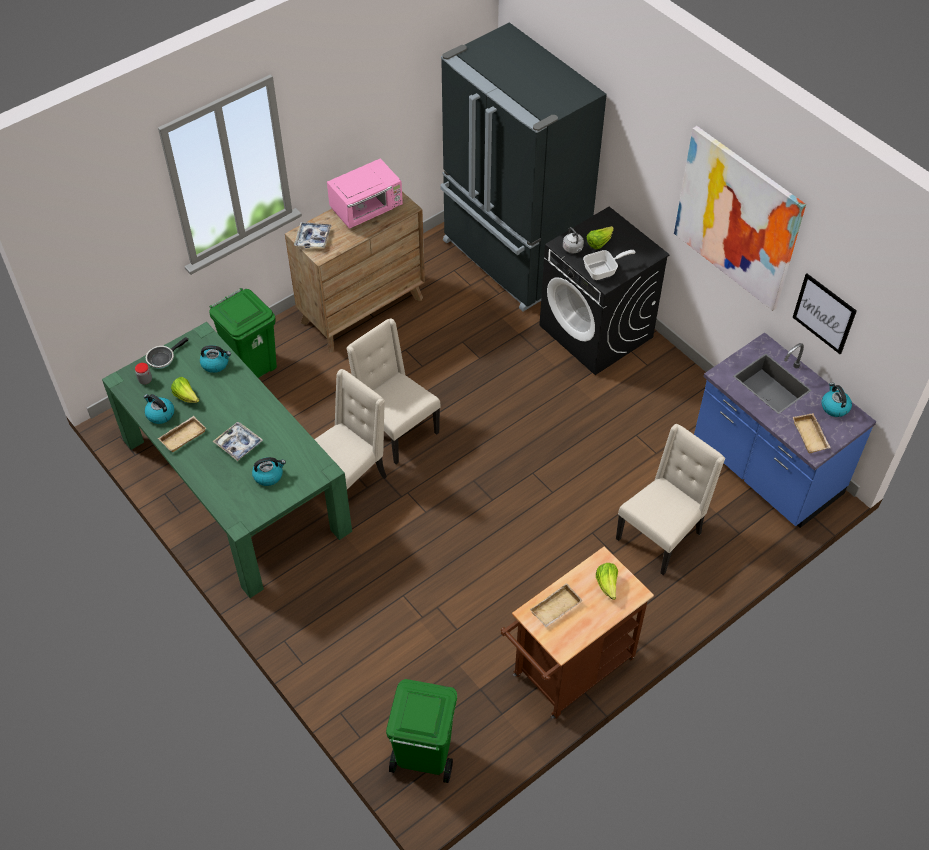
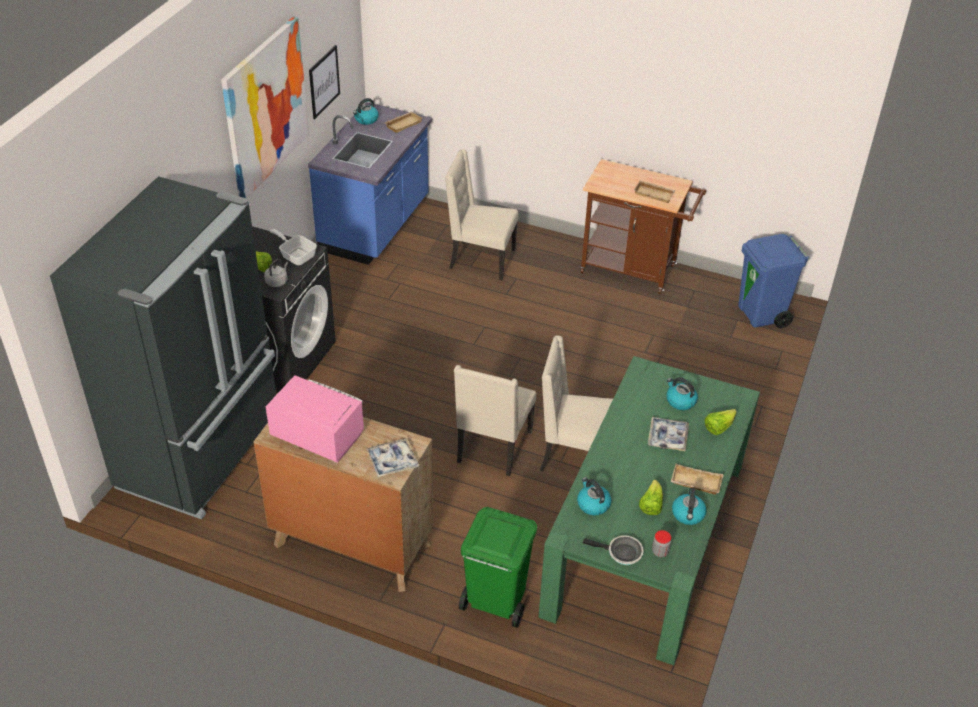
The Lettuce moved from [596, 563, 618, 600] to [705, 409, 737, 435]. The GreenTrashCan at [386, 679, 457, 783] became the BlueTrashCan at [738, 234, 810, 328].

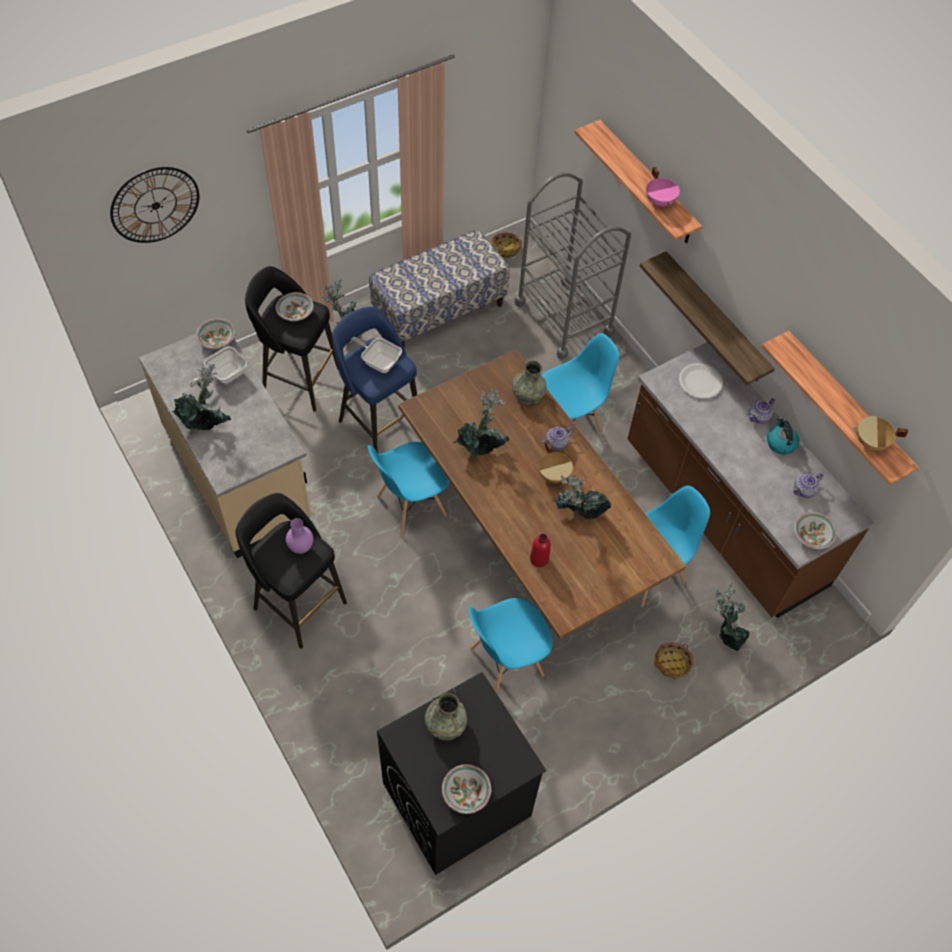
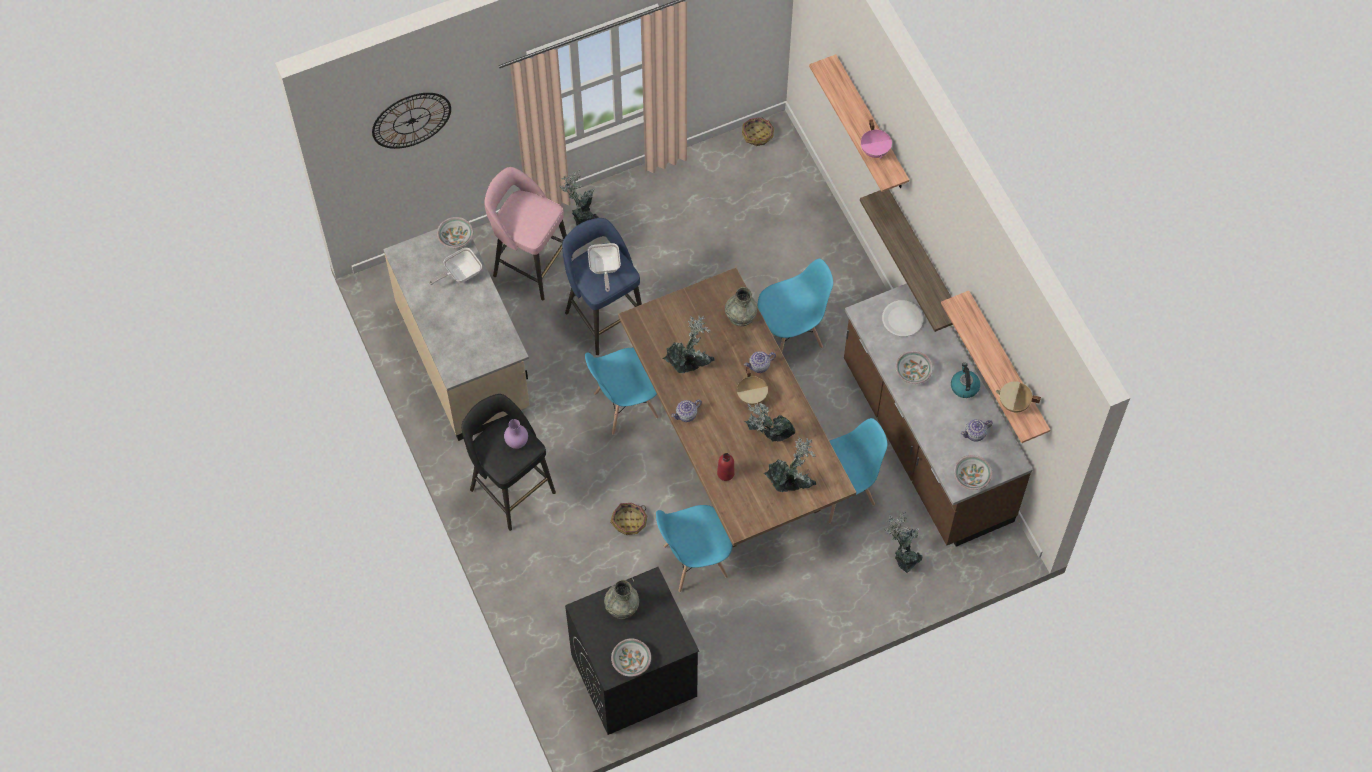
The BlackStool at [245, 266, 338, 412] became the PinkStool at [485, 167, 567, 301]. The FryingPan at [351, 336, 402, 373] turned 135 degrees counterclockwise. The Basket moved from [654, 642, 694, 679] to [610, 503, 647, 535]. The Teapot moved from [749, 398, 775, 424] to [671, 399, 702, 422]. The PottedPlant moved from [172, 364, 231, 430] to [764, 436, 817, 492]. The Bowl moved from [276, 292, 314, 321] to [895, 351, 933, 384]. The Bench at [369, 230, 510, 347] disappeared. The GreyCart at [515, 172, 631, 360] disappeared.

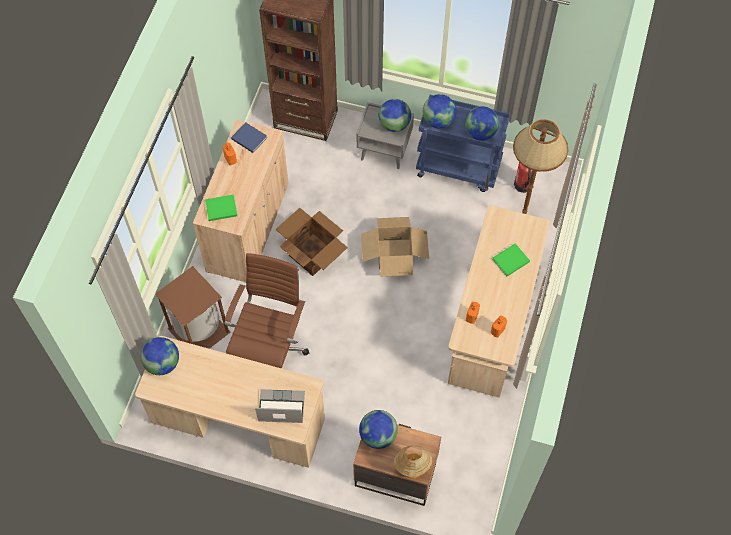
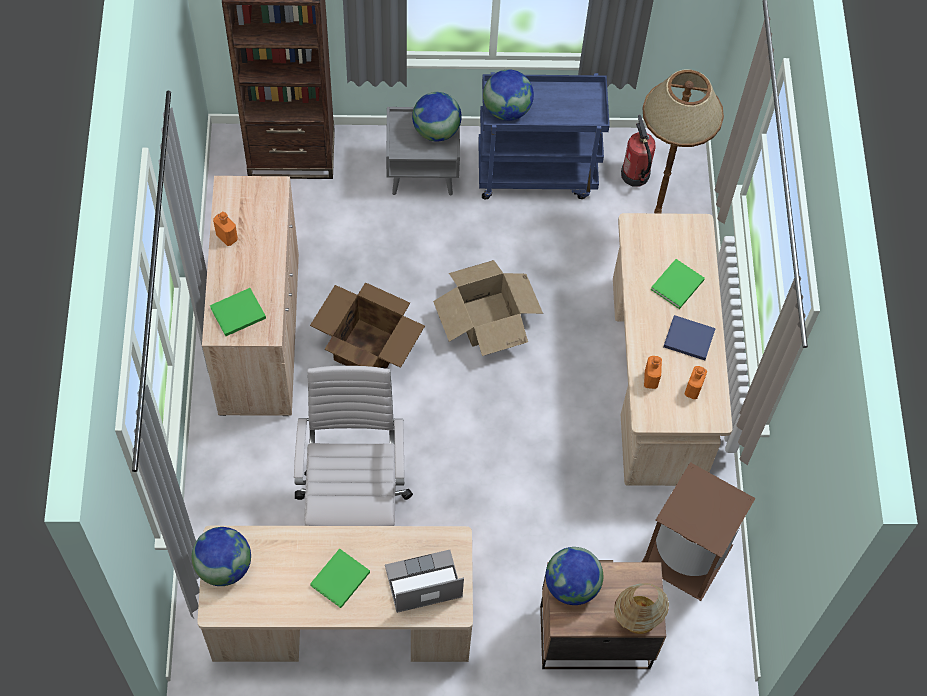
The BrownOfficeChair at [225, 253, 309, 368] became the WhiteOfficeChair at [294, 366, 413, 526]. The GreenBook at [310, 548, 370, 608] appeared. The BrownTrashCan moved from [155, 266, 230, 349] to [642, 462, 756, 601]. The BlueBook moved from [231, 122, 267, 153] to [663, 315, 716, 360]. The Globe at [465, 106, 499, 141] disappeared.

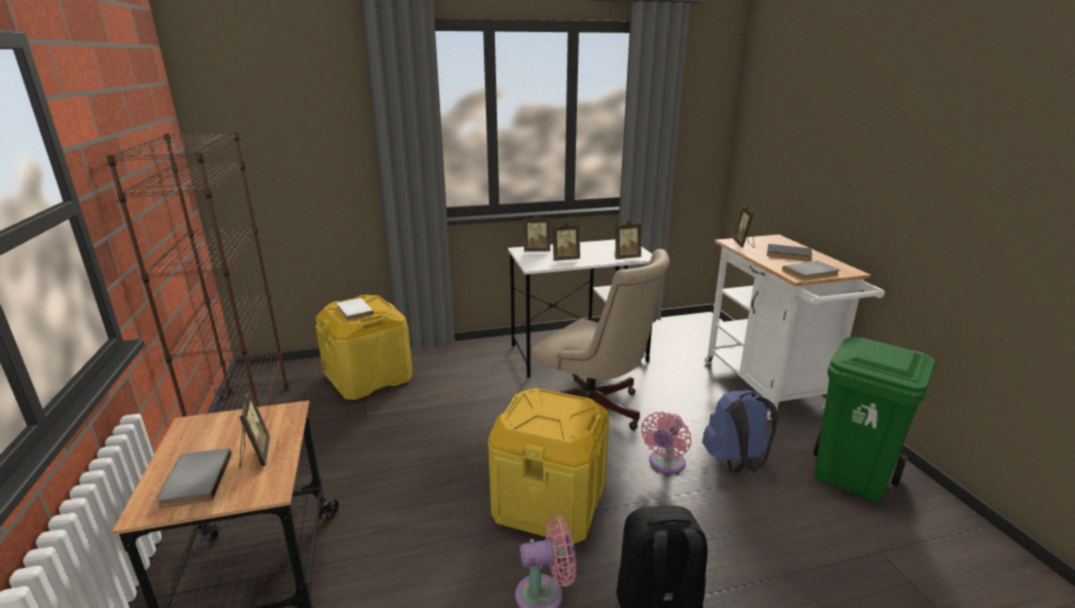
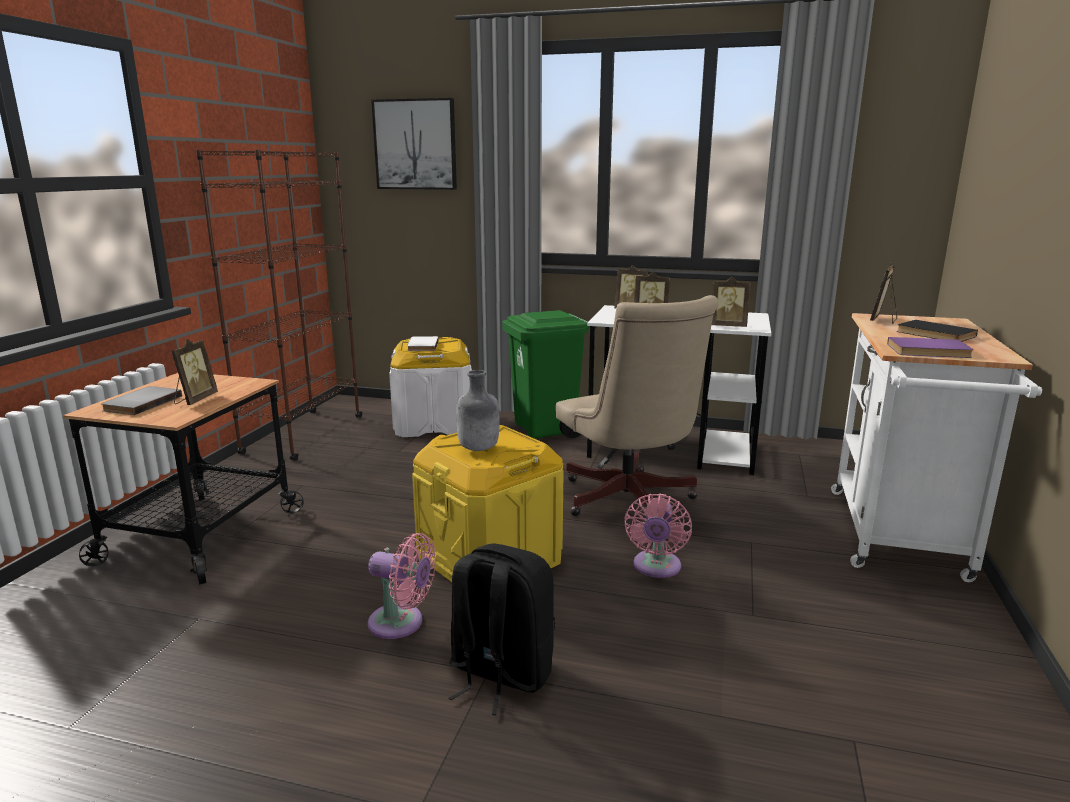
The Picture at [371, 98, 457, 190] appeared. The YellowStorageBox at [316, 295, 413, 400] became the WhiteStorageBox at [389, 337, 472, 437]. The GreyBottle at [456, 370, 500, 451] appeared. The GreenTrashCan moved from [814, 336, 935, 502] to [502, 310, 590, 438]. The PinkFan at [641, 411, 691, 474] turned 45 degrees counterclockwise. The GreyBook at [782, 261, 839, 280] became the PurpleBook at [887, 337, 974, 358]. The BlueBackpack at [702, 390, 778, 473] disappeared.

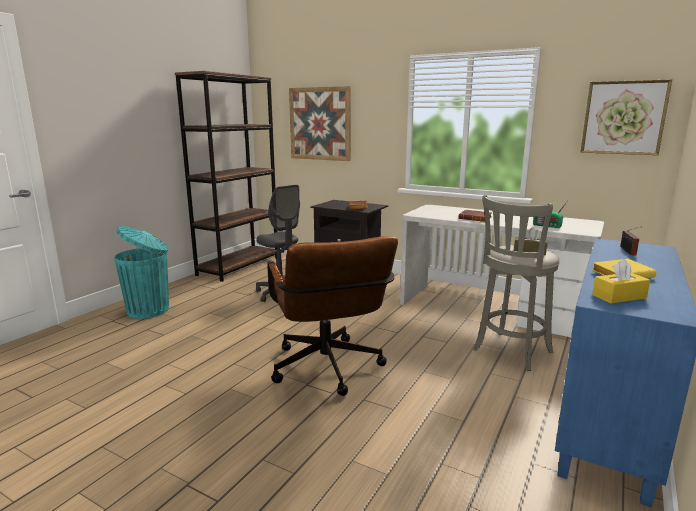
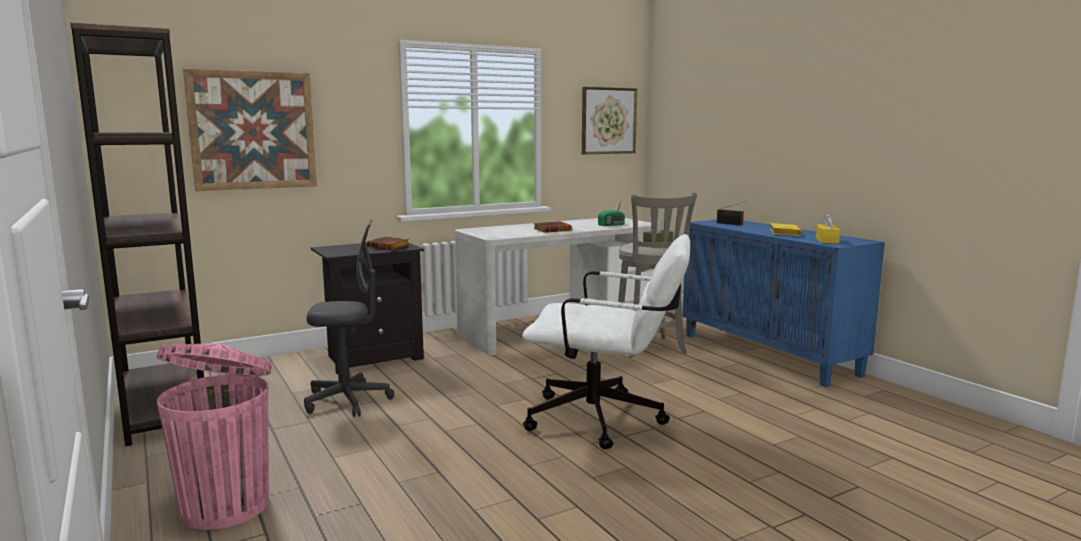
The TurquoiseTrashCan at [114, 226, 169, 319] became the PinkTrashCan at [156, 343, 272, 530]. The BrownOfficeChair at [267, 236, 398, 396] became the WhiteOfficeChair at [522, 234, 690, 449].

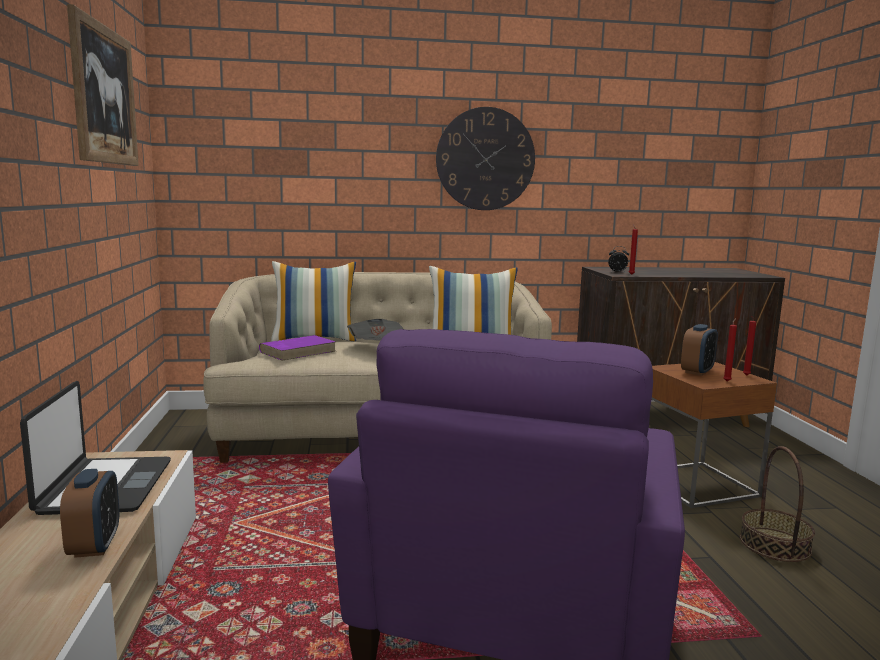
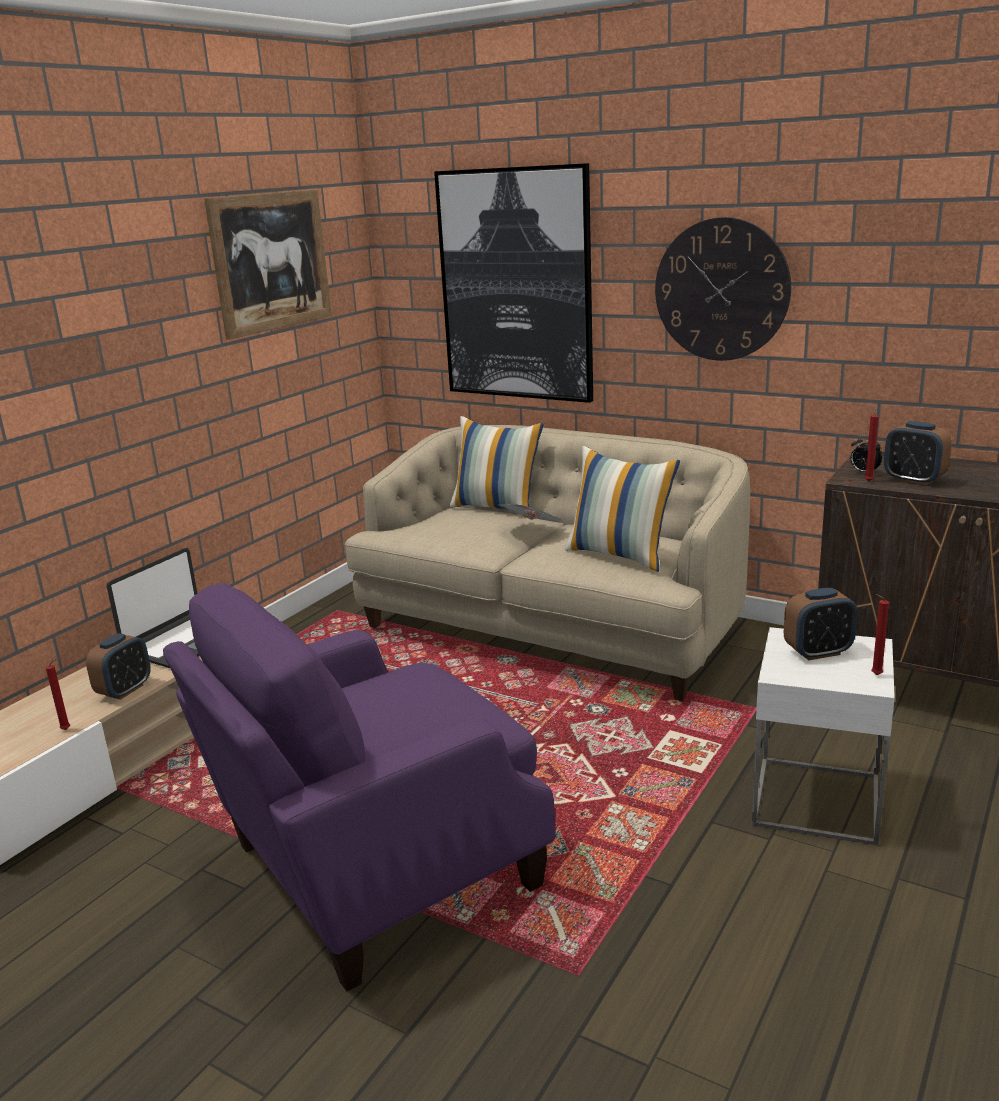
The RedCandle moved from [723, 318, 737, 381] to [46, 658, 70, 730]. The Picture at [434, 163, 593, 403] appeared. The BrownSideTable at [652, 362, 777, 508] became the WhiteSideTable at [752, 627, 895, 846]. The AlarmClock at [884, 421, 952, 486] appeared. The PurpleBook at [259, 335, 336, 361] disappeared. The Basket at [740, 446, 815, 562] disappeared.

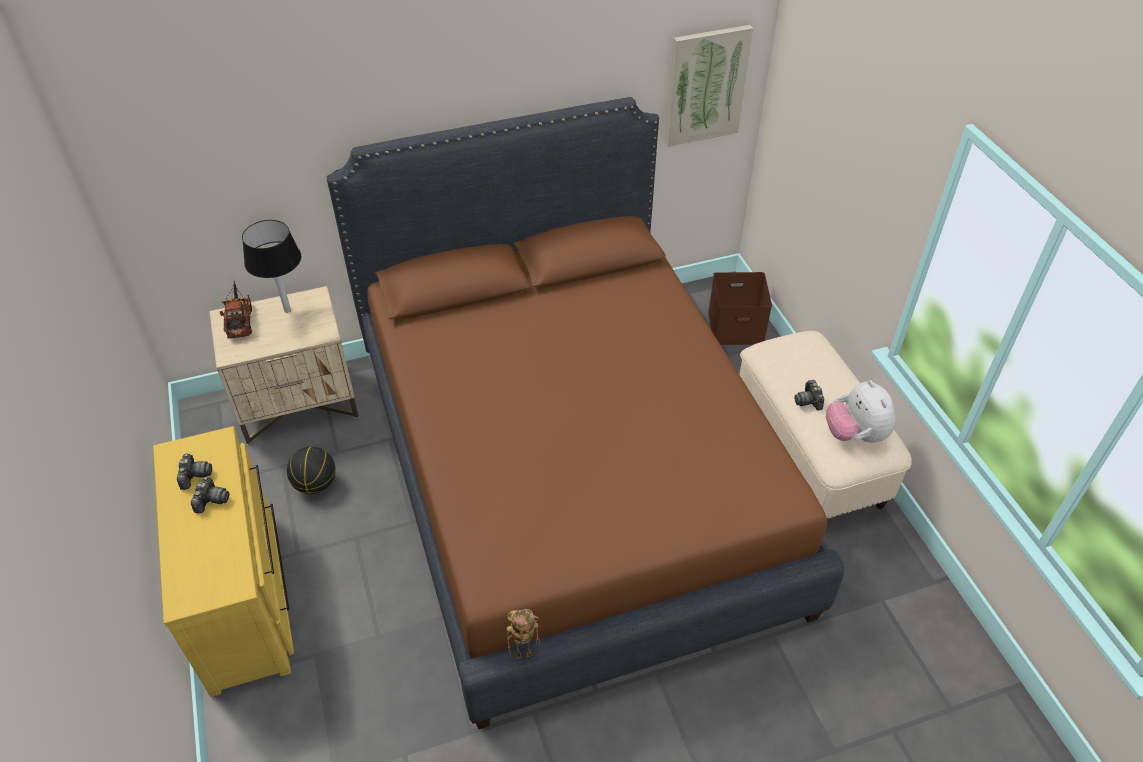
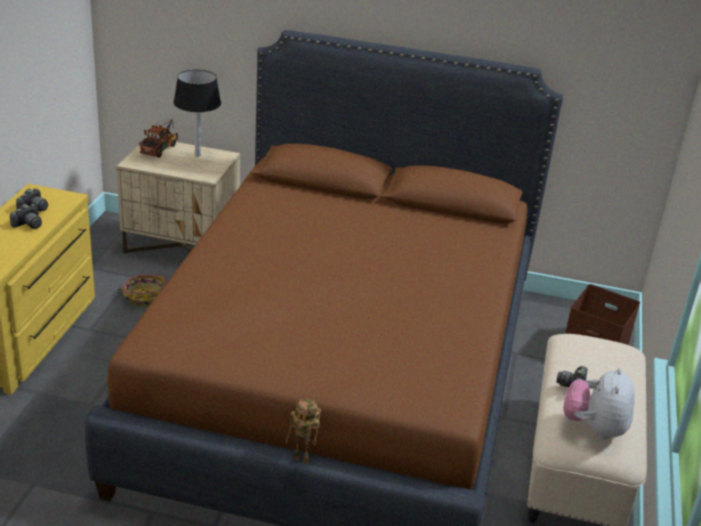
The Basketball at [287, 447, 336, 494] was replaced by the Basket at [116, 275, 166, 307]. The ToyRobot moved from [506, 609, 540, 659] to [286, 398, 321, 464]. The Picture at [665, 25, 753, 147] disappeared.

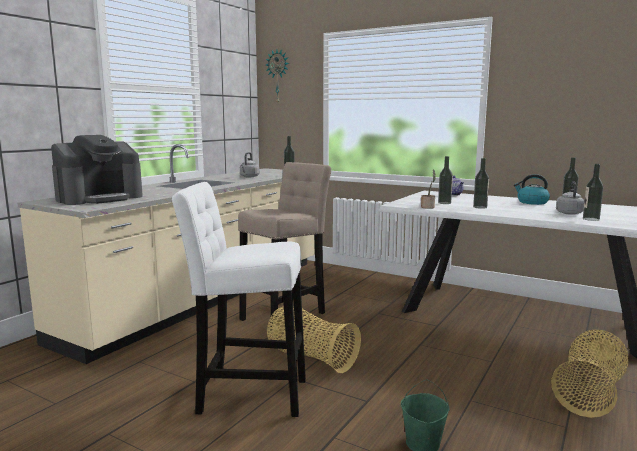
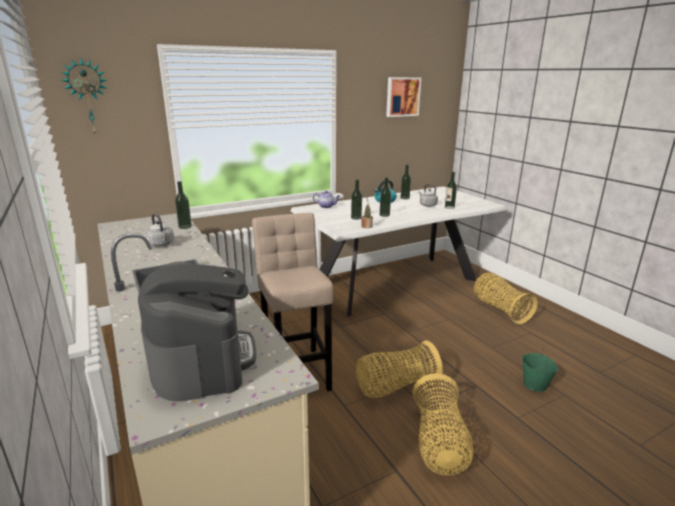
The Picture at [386, 77, 421, 117] appeared. The WhiteStool at [172, 182, 306, 417] was replaced by the Basket at [412, 373, 474, 475].

